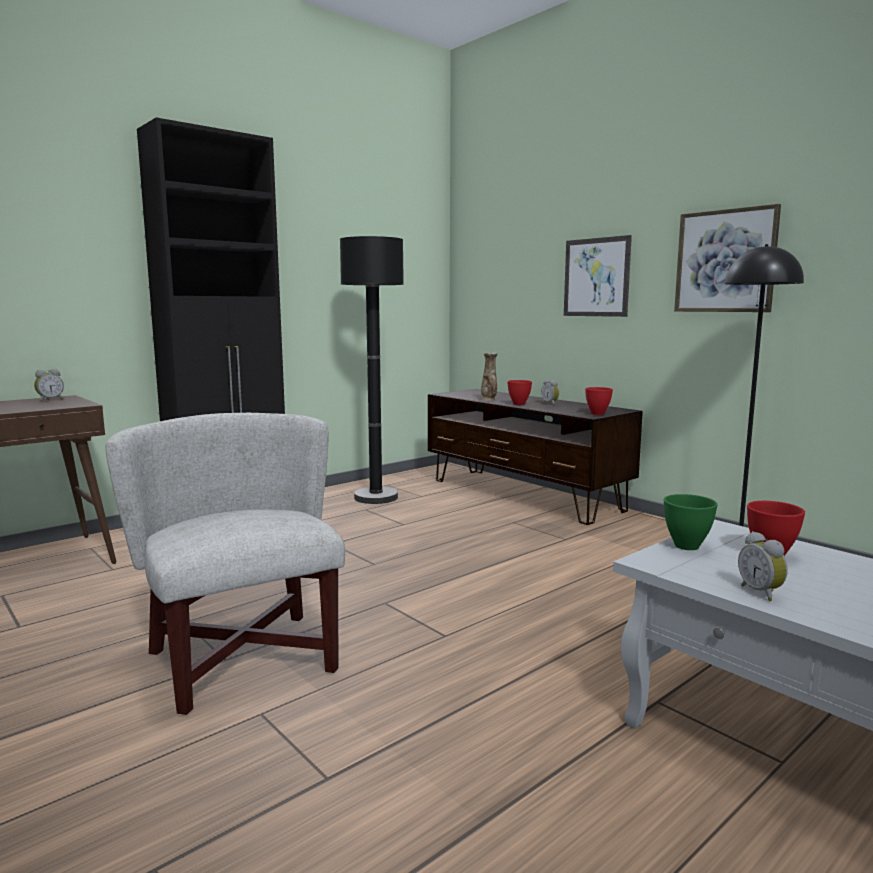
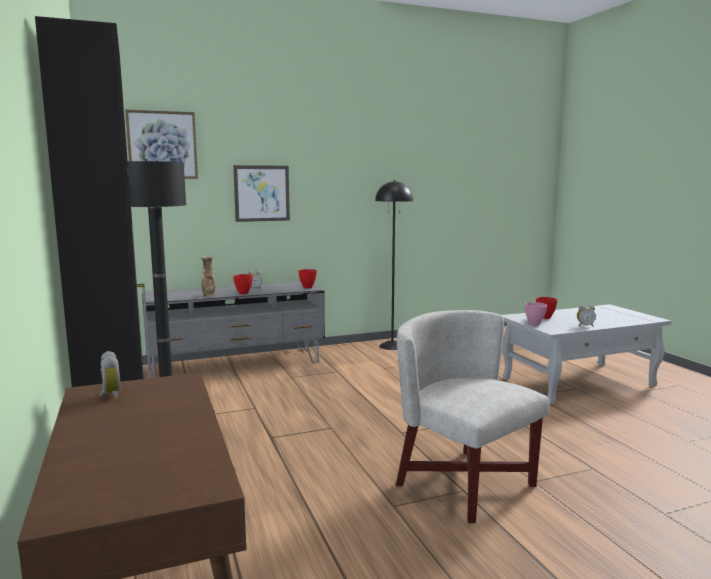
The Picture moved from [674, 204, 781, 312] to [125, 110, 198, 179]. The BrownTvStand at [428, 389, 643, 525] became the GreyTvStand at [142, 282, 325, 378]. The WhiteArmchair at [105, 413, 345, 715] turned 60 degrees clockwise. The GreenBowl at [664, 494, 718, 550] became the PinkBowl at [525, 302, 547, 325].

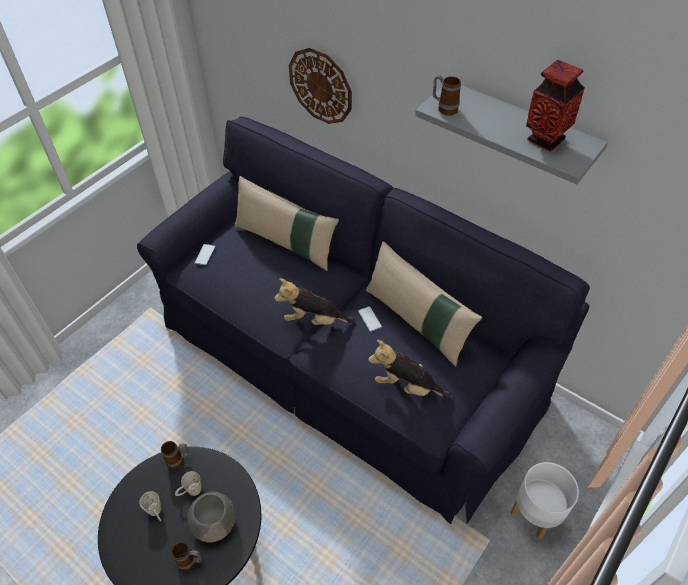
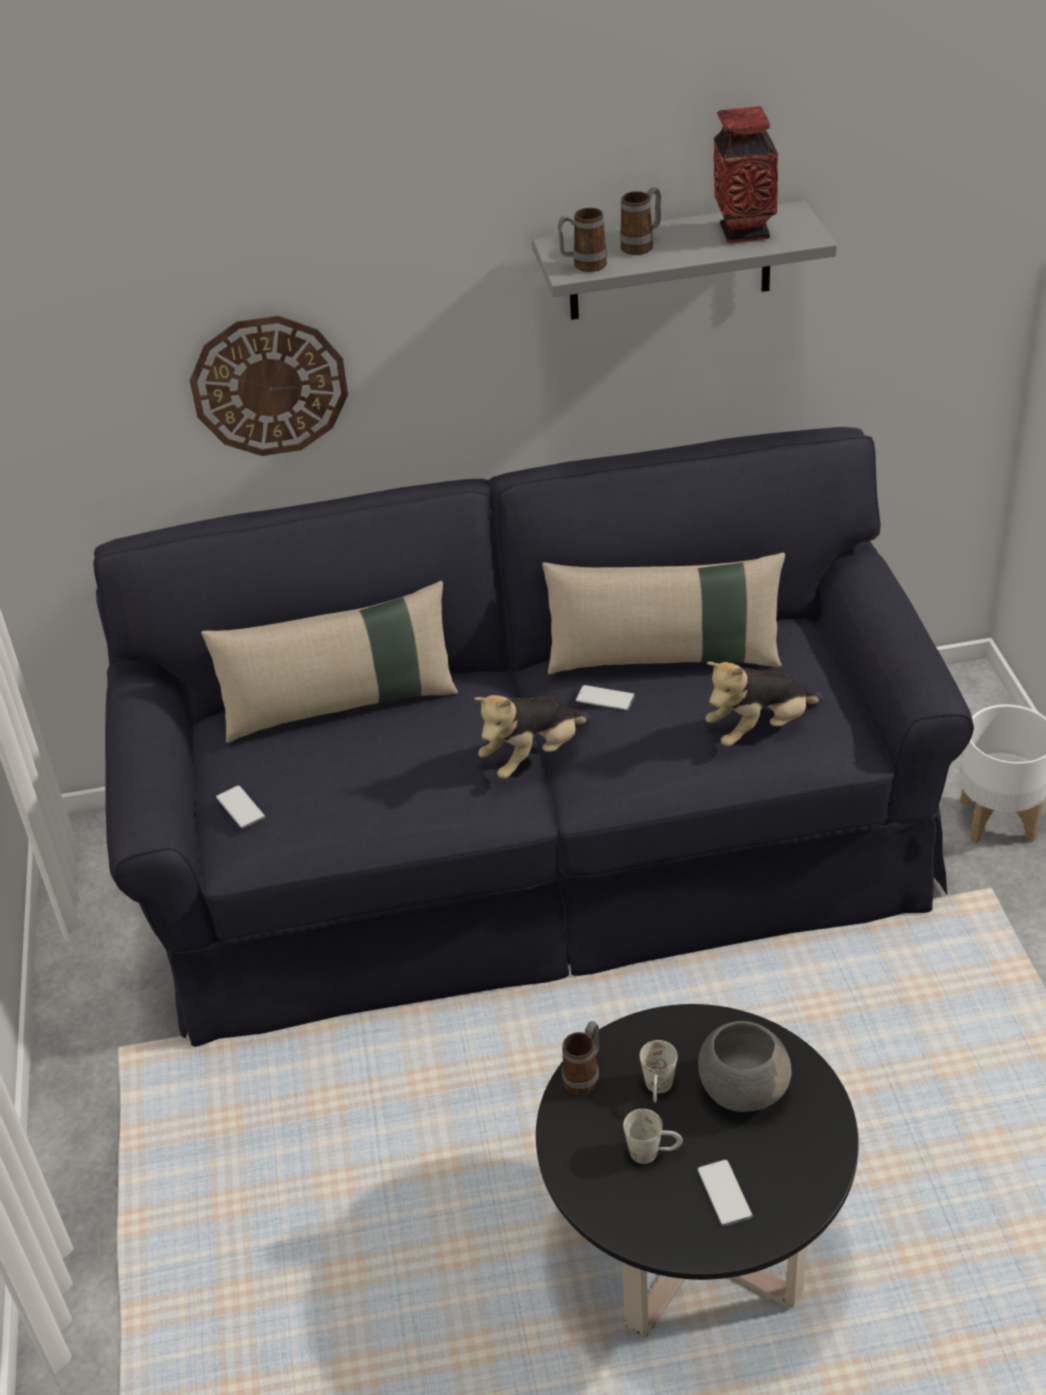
The Mug moved from [171, 542, 202, 571] to [620, 187, 661, 255]. The Phone at [698, 1159, 753, 1226] appeared.

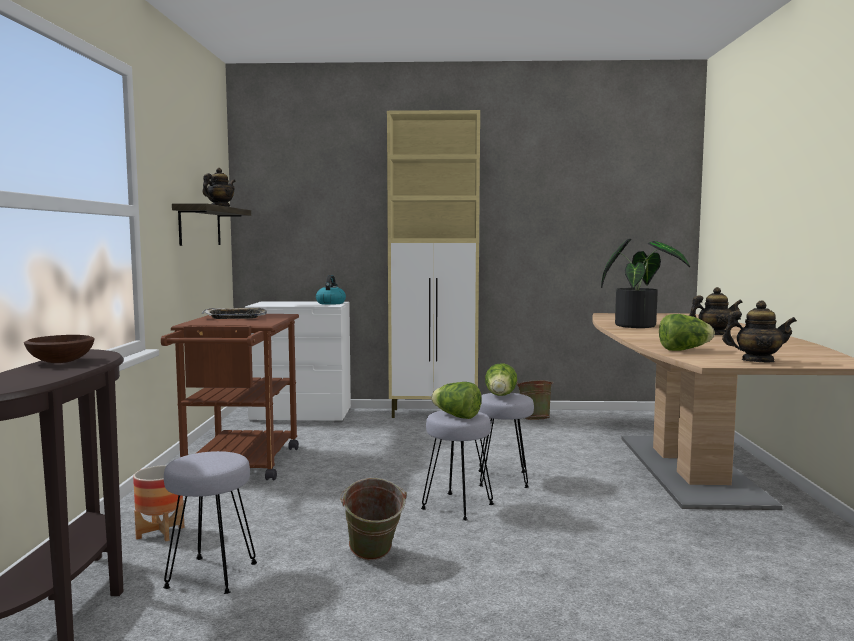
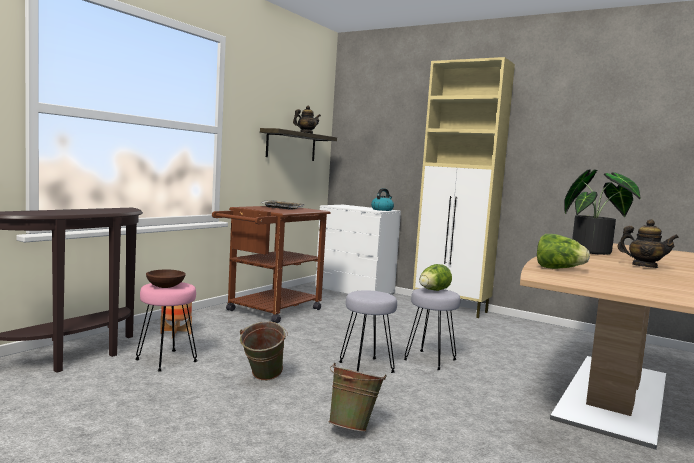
The GreyStool at [163, 451, 257, 594] became the PinkStool at [135, 282, 197, 371]. The BrownBowl moved from [24, 335, 95, 363] to [146, 270, 186, 288]. The GreenBucket moved from [516, 380, 554, 420] to [329, 363, 387, 432]. The Lettuce at [431, 382, 482, 419] disappeared. The Teapot at [722, 300, 797, 362] disappeared.

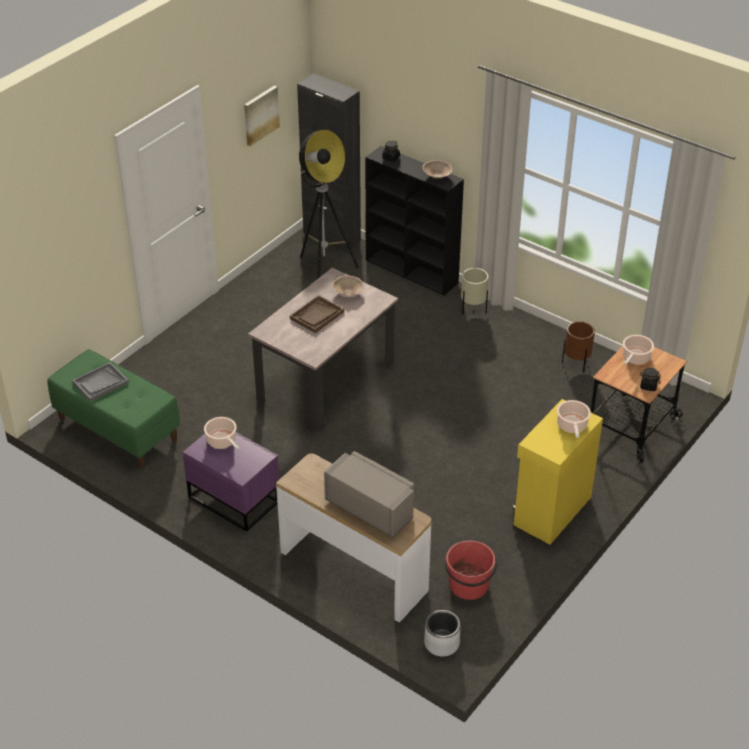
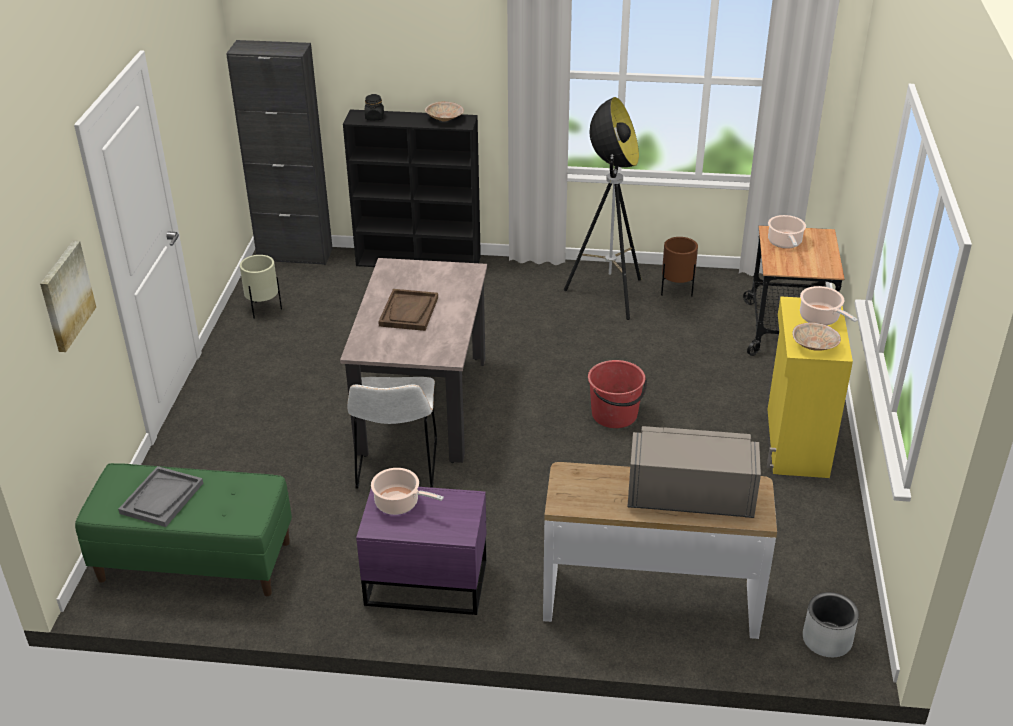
The Picture moved from [244, 85, 280, 146] to [40, 241, 96, 352]. The BeigePlanter moved from [461, 268, 489, 314] to [240, 255, 282, 319]. The WhiteChair at [347, 377, 437, 489] appeared. The FloorLamp moved from [299, 130, 359, 279] to [564, 97, 641, 320]. The RedBucket moved from [445, 540, 497, 600] to [588, 360, 647, 428]. The BeigeBowl moved from [332, 276, 364, 295] to [793, 322, 841, 351]. The BlackJar at [640, 368, 661, 391] disappeared.

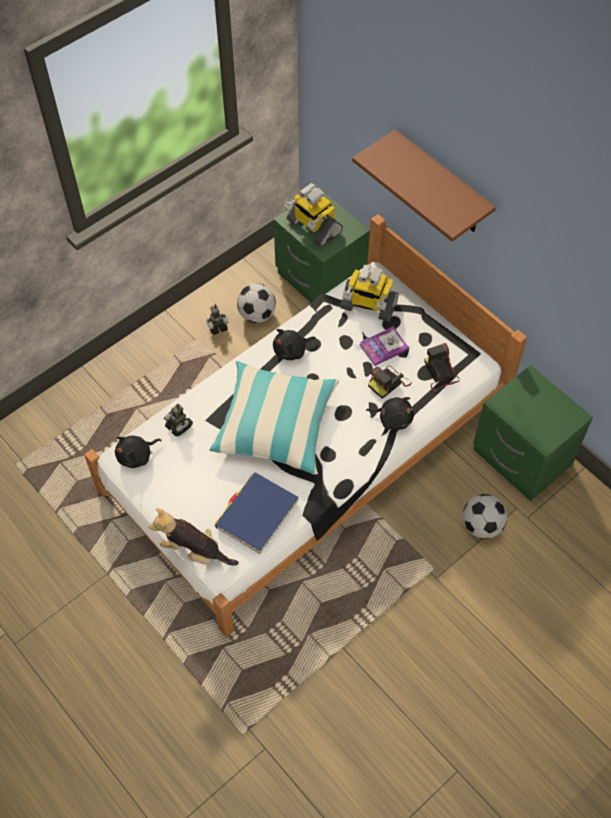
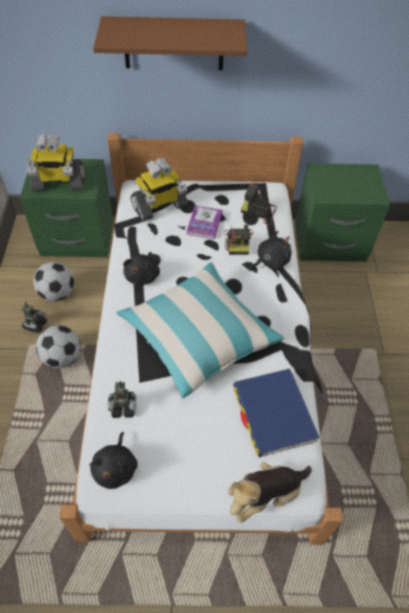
The Football moved from [463, 494, 507, 539] to [36, 325, 81, 368].

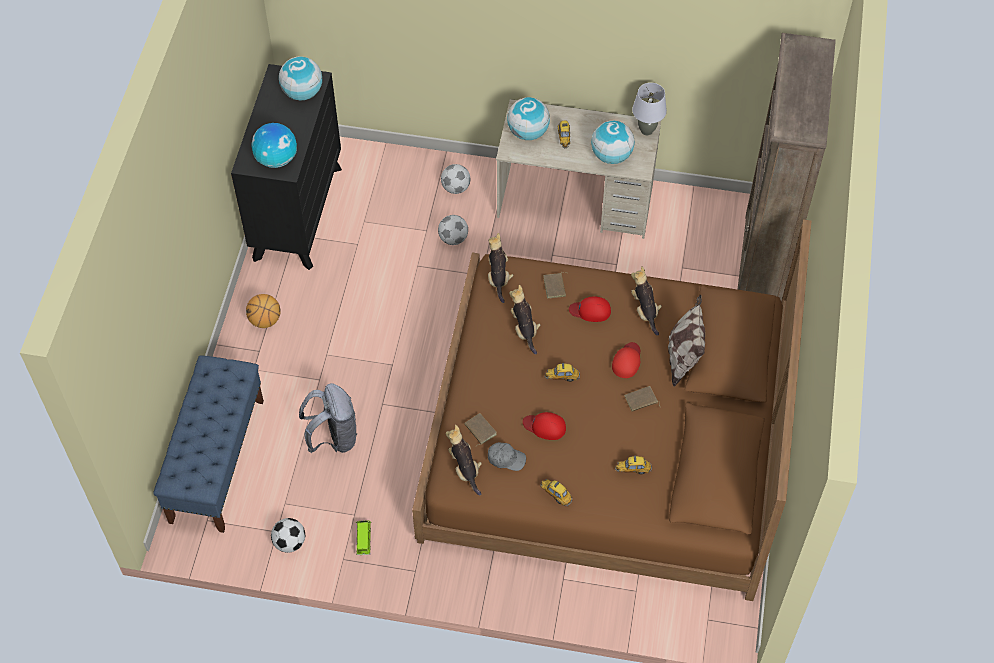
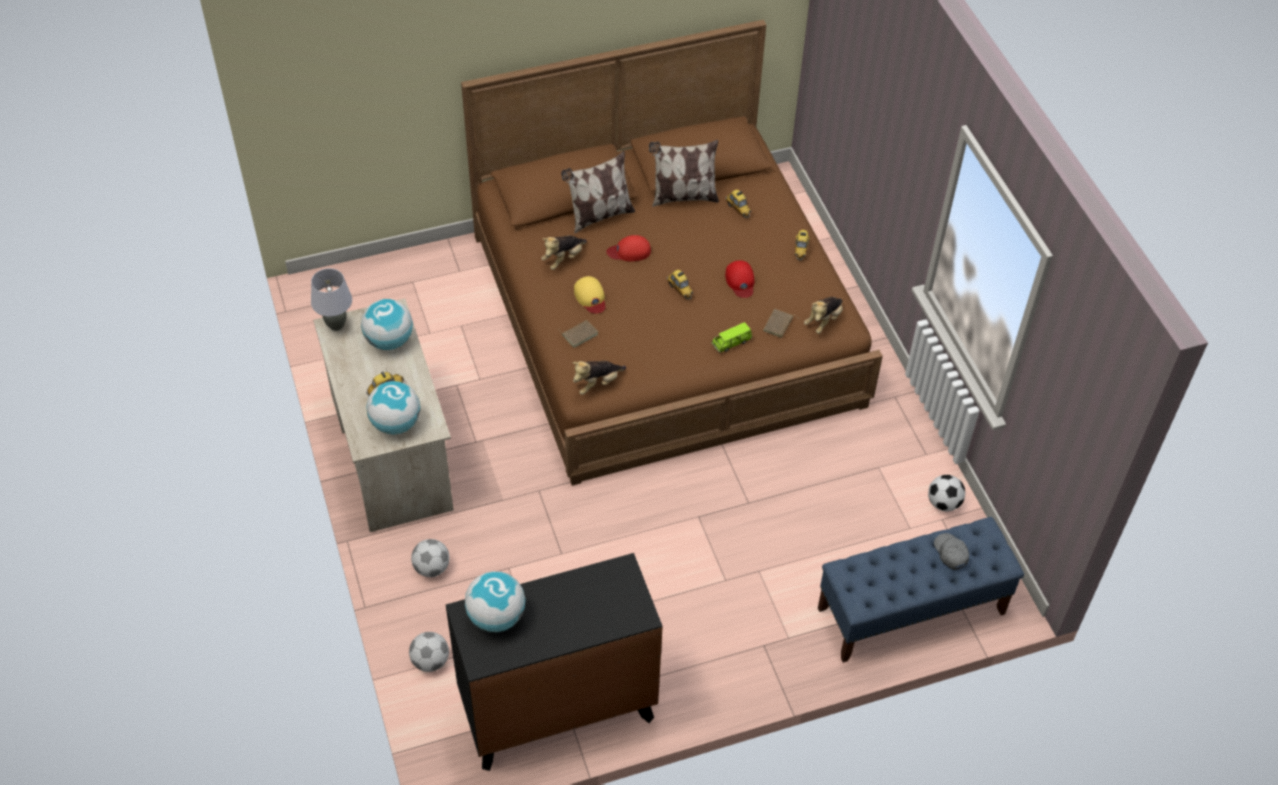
The Football moved from [438, 215, 468, 245] to [409, 632, 449, 672]. The RedCap at [569, 297, 611, 322] became the YellowCap at [574, 276, 606, 314]. The Pillow at [649, 140, 719, 207] appeared. The GreenToyCar moved from [356, 521, 371, 555] to [712, 322, 752, 353]. The GreyCap moved from [488, 442, 526, 471] to [934, 533, 969, 570]. The Basketball at [246, 294, 280, 328] disappeared. The Globe at [251, 123, 297, 168] disappeared. The GreyBackpack at [299, 383, 358, 453] disappeared. The PlushToy at [509, 285, 540, 355] disappeared. The BrownBook at [624, 386, 660, 412] disappeared. The BrownBookcase at [738, 33, 836, 301] disappeared.

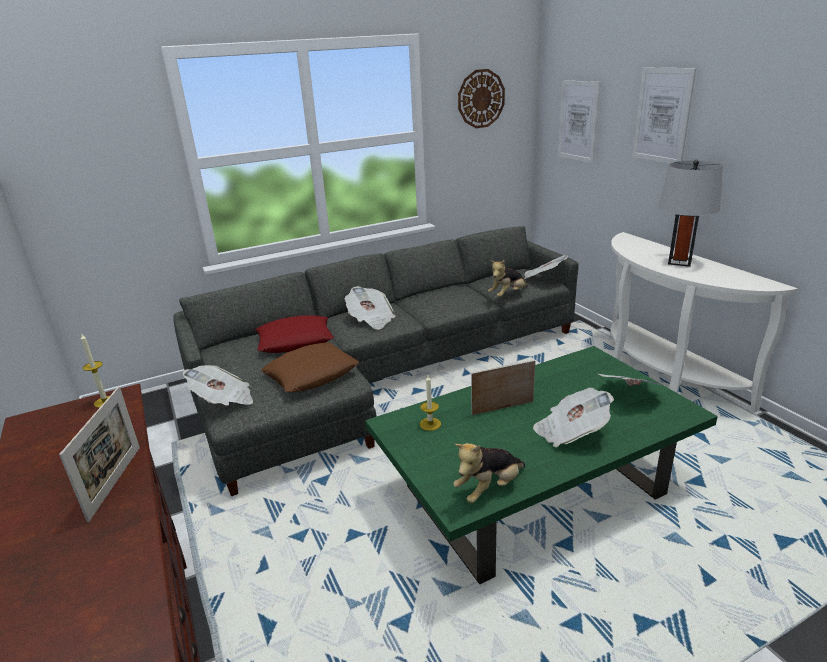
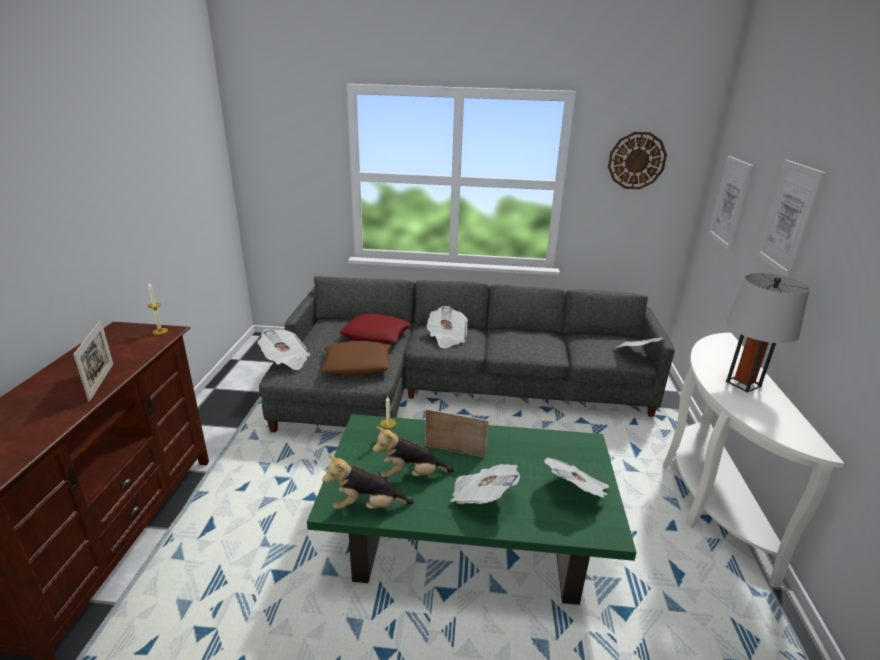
The PictureFrame at [59, 386, 140, 522] turned 45 degrees counterclockwise. The PlushToy moved from [488, 259, 528, 297] to [372, 427, 454, 478].

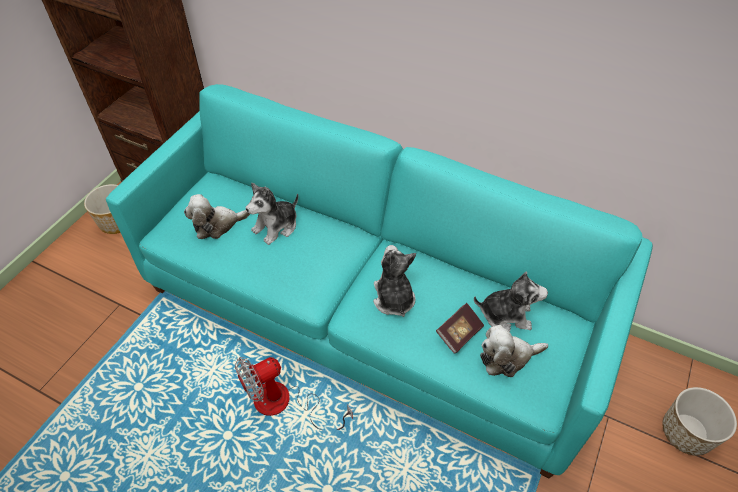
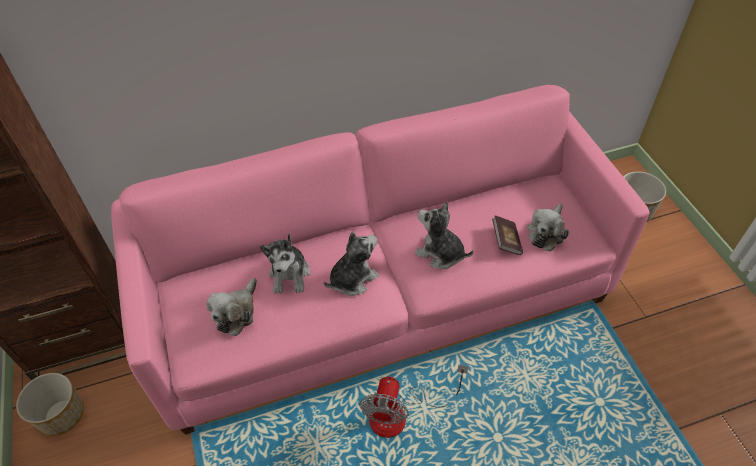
The TurquoiseSofa at [106, 84, 653, 478] became the PinkSofa at [111, 85, 650, 435]. The PlushToy moved from [474, 271, 548, 332] to [324, 232, 379, 296].

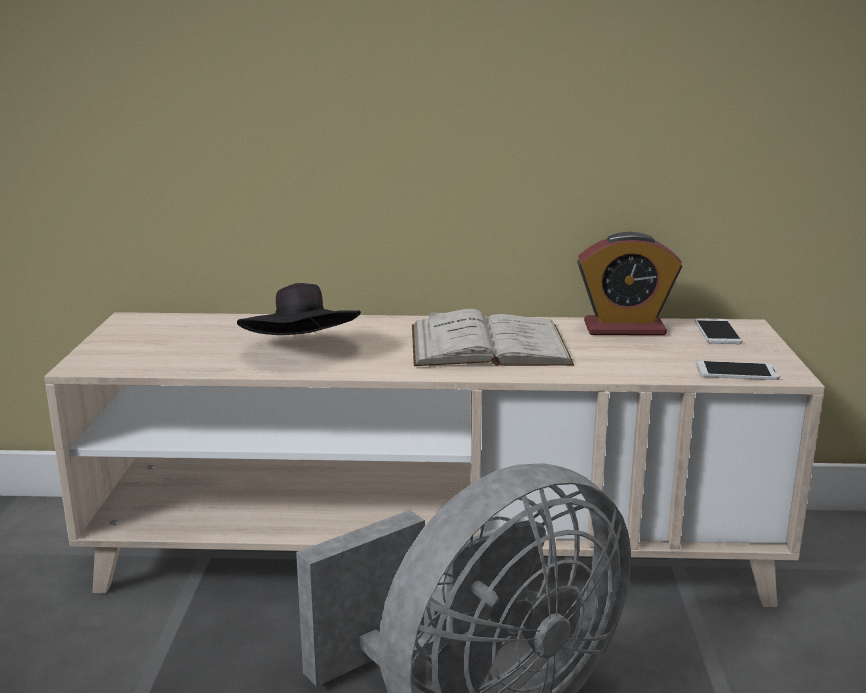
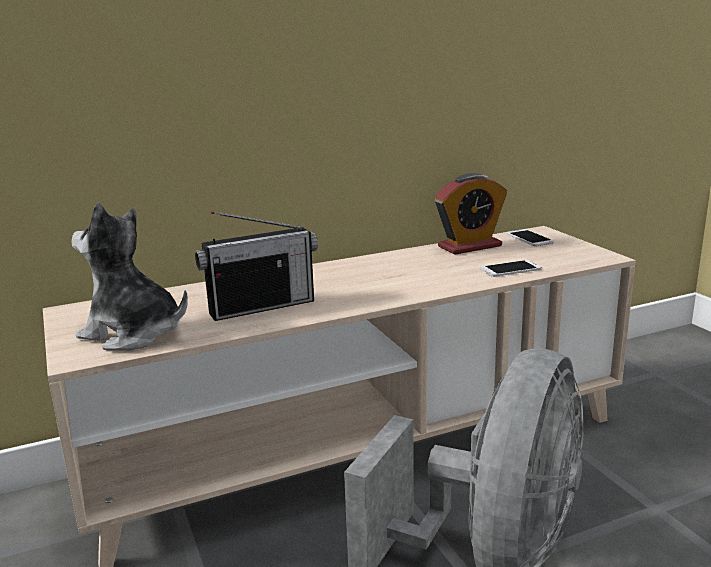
The PlushToy at [71, 203, 188, 350] appeared. The BlackHat at [237, 283, 361, 335] was replaced by the Radio at [195, 211, 318, 321]. The Phone moved from [696, 361, 780, 380] to [480, 260, 542, 277]. The WhiteBook at [412, 309, 574, 366] disappeared.

